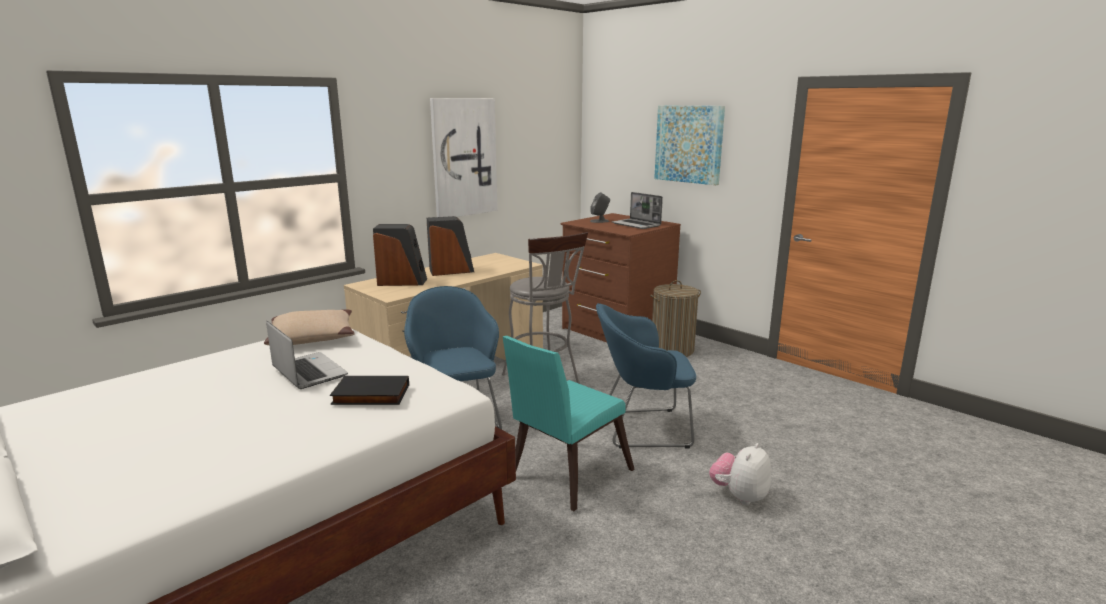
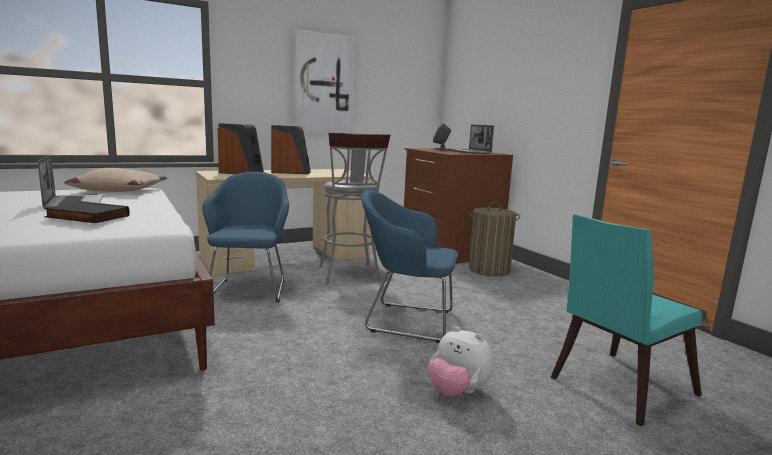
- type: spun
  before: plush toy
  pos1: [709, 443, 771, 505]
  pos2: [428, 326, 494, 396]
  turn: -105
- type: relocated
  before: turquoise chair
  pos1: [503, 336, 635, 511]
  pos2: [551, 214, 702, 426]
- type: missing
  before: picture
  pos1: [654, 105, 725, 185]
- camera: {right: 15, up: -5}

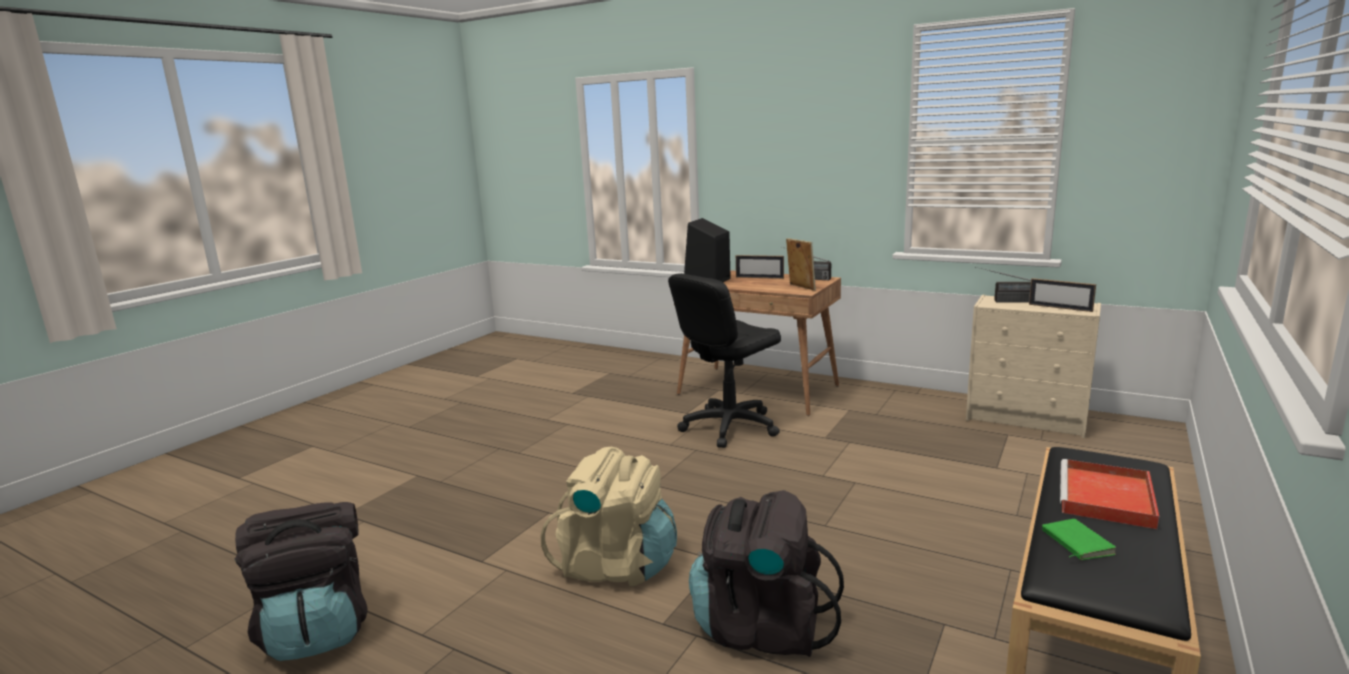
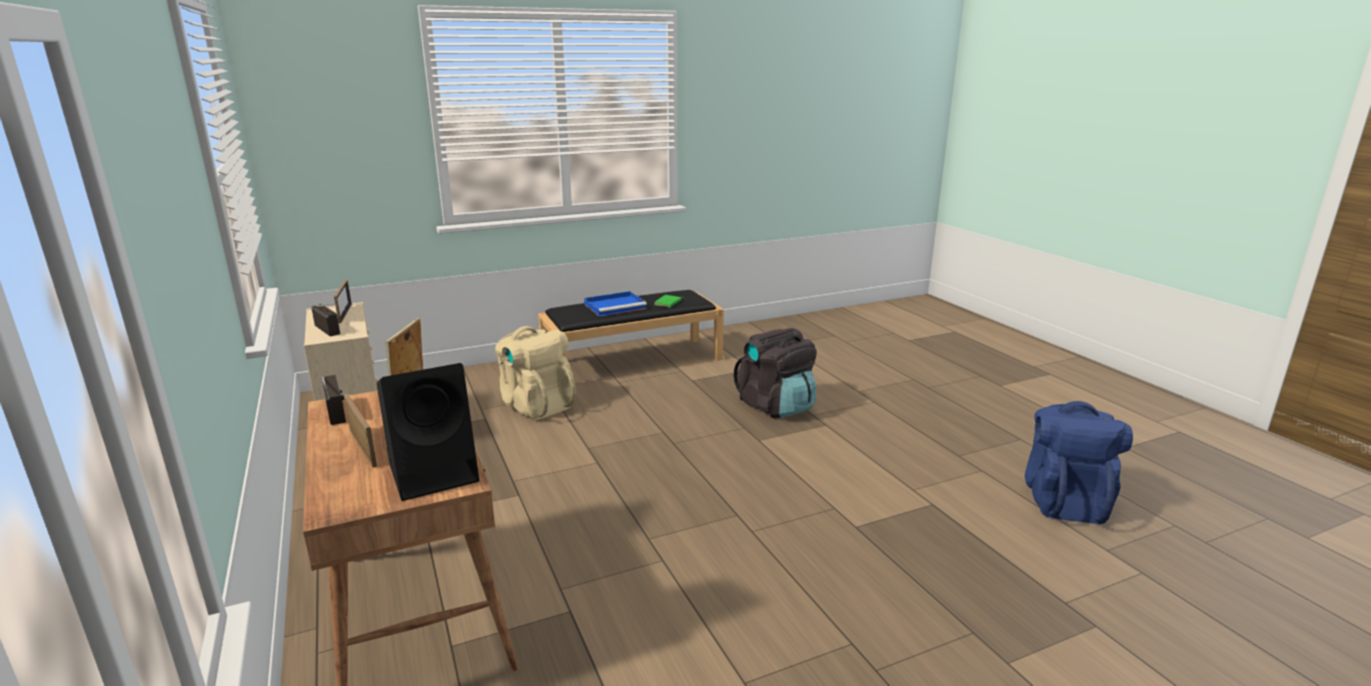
- type: relocated
  before: beige backpack
  pos1: [540, 447, 677, 586]
  pos2: [495, 326, 576, 420]
- type: colour
  before: red tray
  after: blue tray
  pos1: [1060, 459, 1159, 529]
  pos2: [584, 291, 647, 316]
- type: colour
  before: black backpack
  after: blue backpack
  pos1: [235, 502, 367, 661]
  pos2: [1025, 401, 1133, 524]
- type: missing
  before: black office chair
  pos1: [668, 273, 781, 448]
- camera: {right: -145, up: 5}

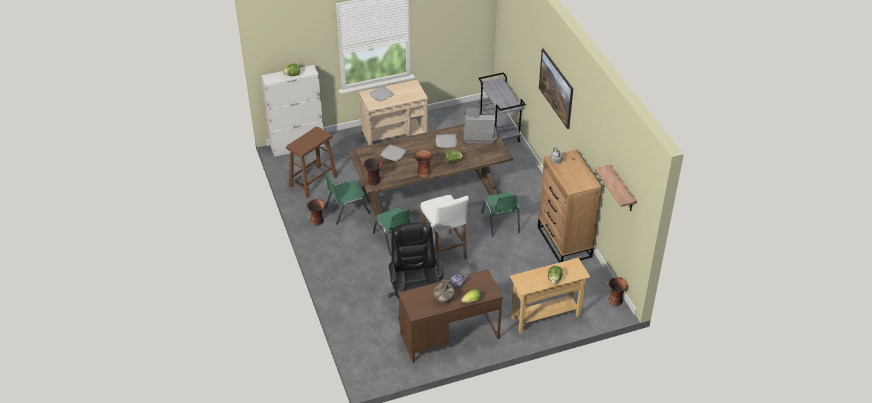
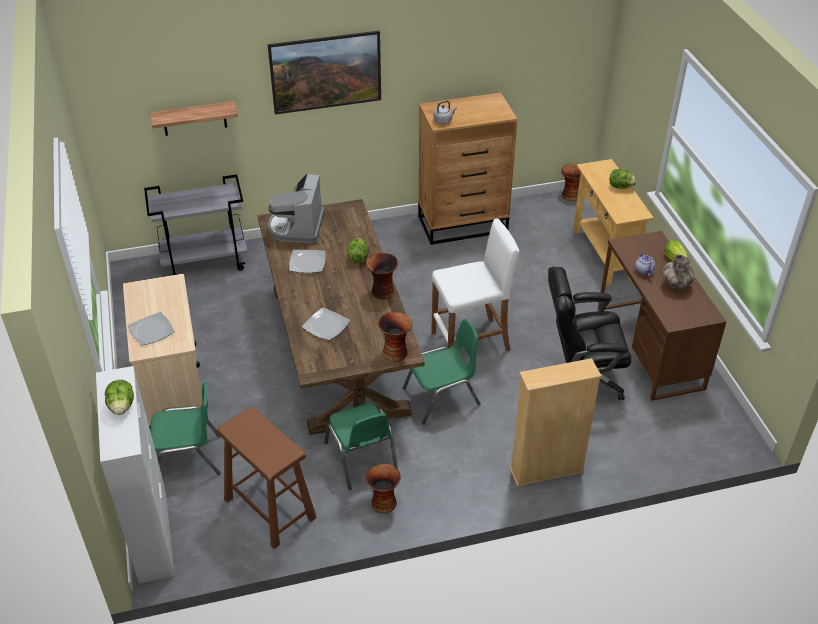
- type: relocated
  before: shelf
  pos1: [595, 164, 637, 211]
  pos2: [150, 101, 238, 136]
- type: relocated
  before: green chair
  pos1: [482, 193, 520, 237]
  pos2: [150, 382, 221, 475]
- type: appeared
  after: beige bookcase
  pos2: [510, 358, 602, 487]
- camera: {right: -85, up: 0}

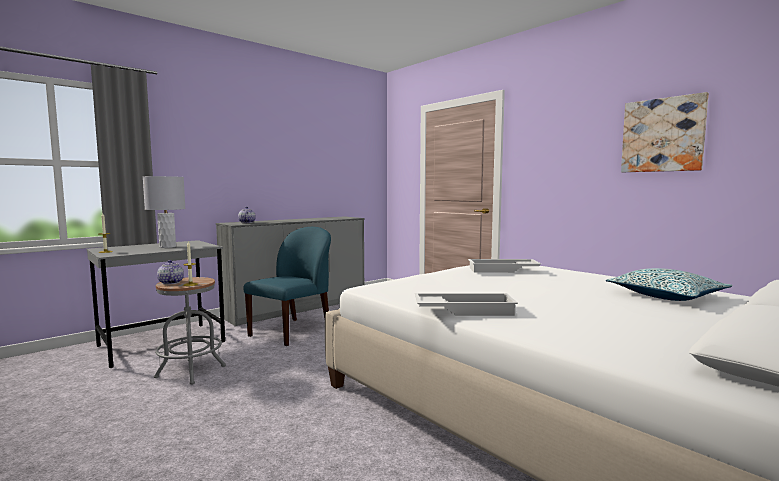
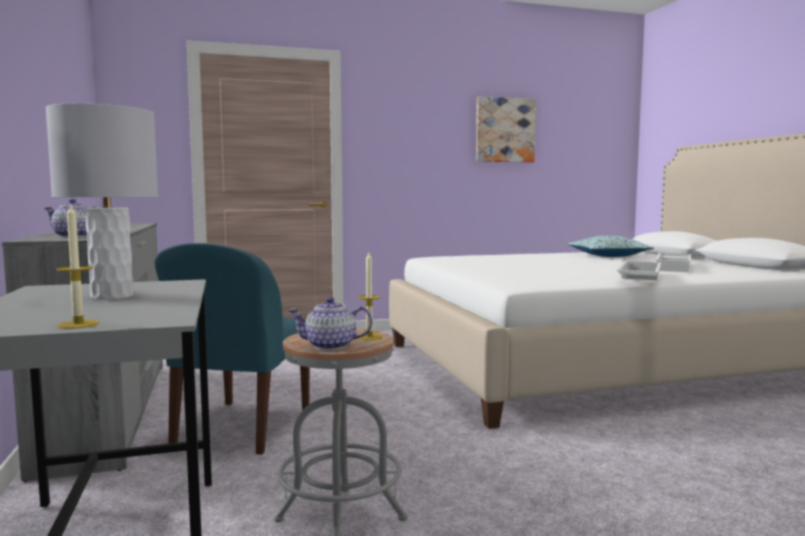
- type: spun
  before: blue chair
  pos1: [243, 227, 331, 346]
  pos2: [155, 243, 310, 455]
  turn: -135
- type: relocated
  before: white tray
  pos1: [468, 259, 541, 273]
  pos2: [654, 253, 692, 272]
- camera: {right: -65, up: 0}

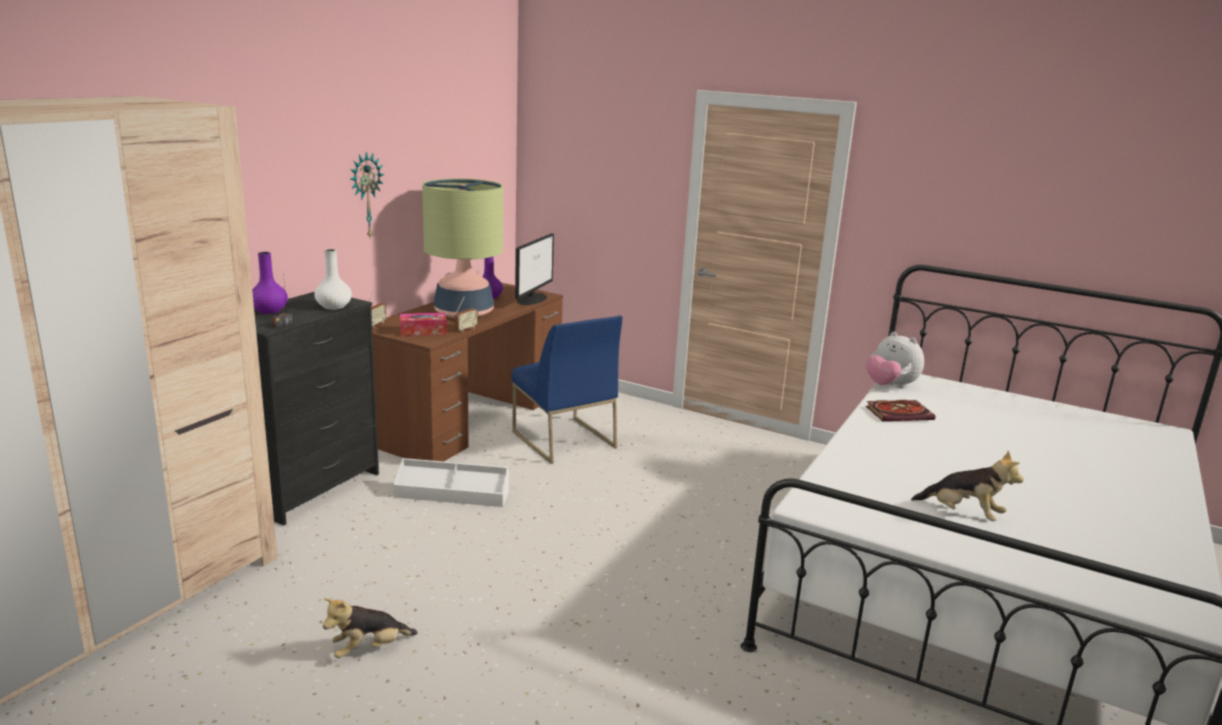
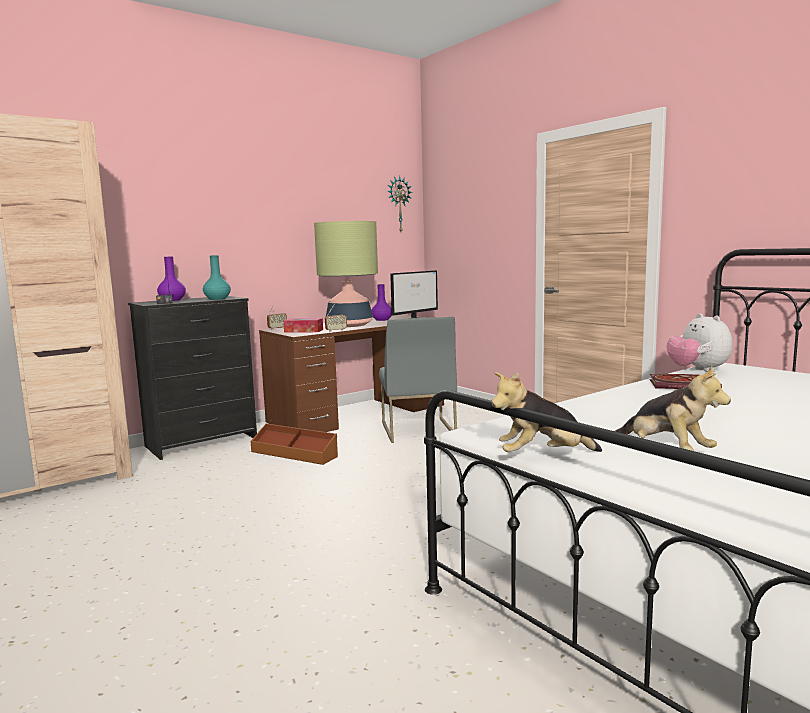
- type: colour
  before: white vase
  after: turquoise vase
  pos1: [314, 249, 352, 310]
  pos2: [203, 255, 231, 300]
- type: colour
  before: white storage box
  after: brown storage box
  pos1: [393, 458, 509, 507]
  pos2: [251, 423, 338, 465]
- type: colour
  before: blue chair
  after: grey chair
  pos1: [511, 316, 623, 464]
  pos2: [379, 317, 457, 443]
- type: relocated
  before: wall clock
  pos1: [350, 152, 384, 238]
  pos2: [387, 176, 412, 232]
- type: relocated
  before: plush toy
  pos1: [323, 598, 418, 658]
  pos2: [491, 372, 602, 452]
- camera: {right: 25, up: -10}

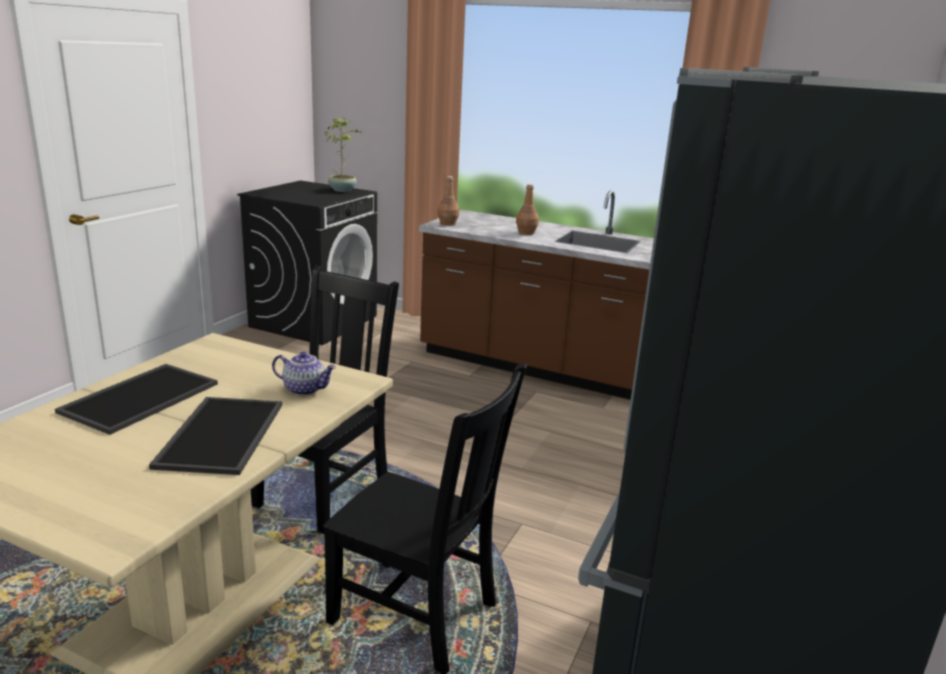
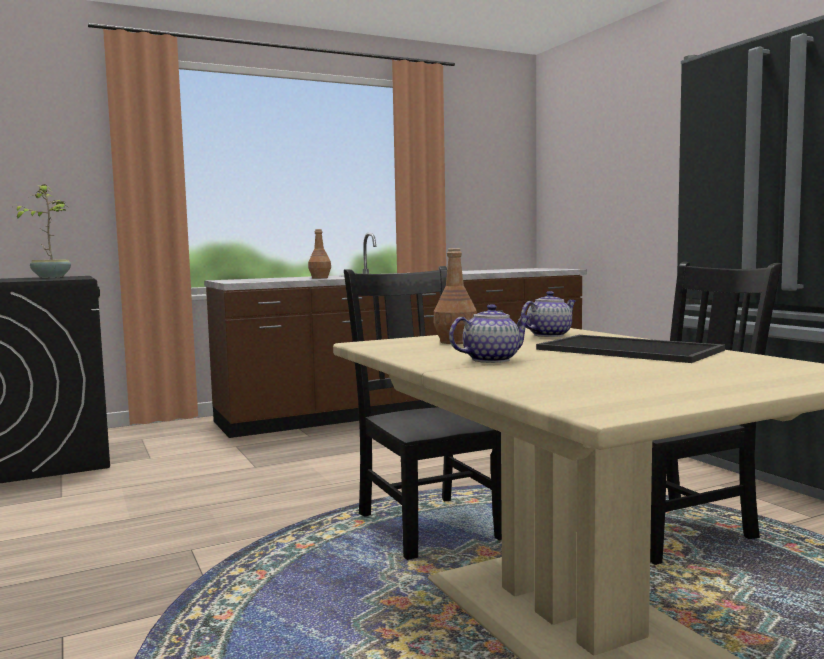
- type: relocated
  before: brown bottle
  pos1: [437, 176, 459, 226]
  pos2: [433, 248, 477, 344]
- type: exchanged
  before: tray
  after: teapot
  pos1: [55, 364, 218, 435]
  pos2: [449, 304, 531, 363]
- camera: {right: -50, up: -15}

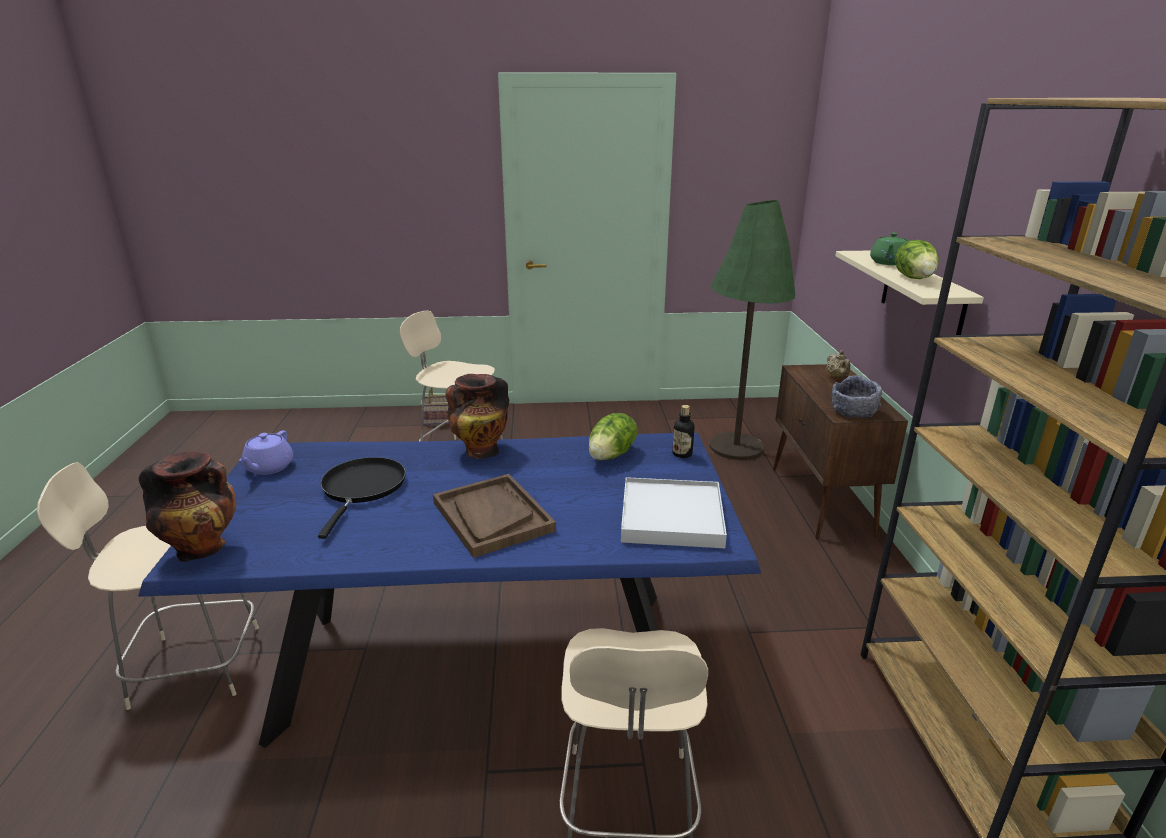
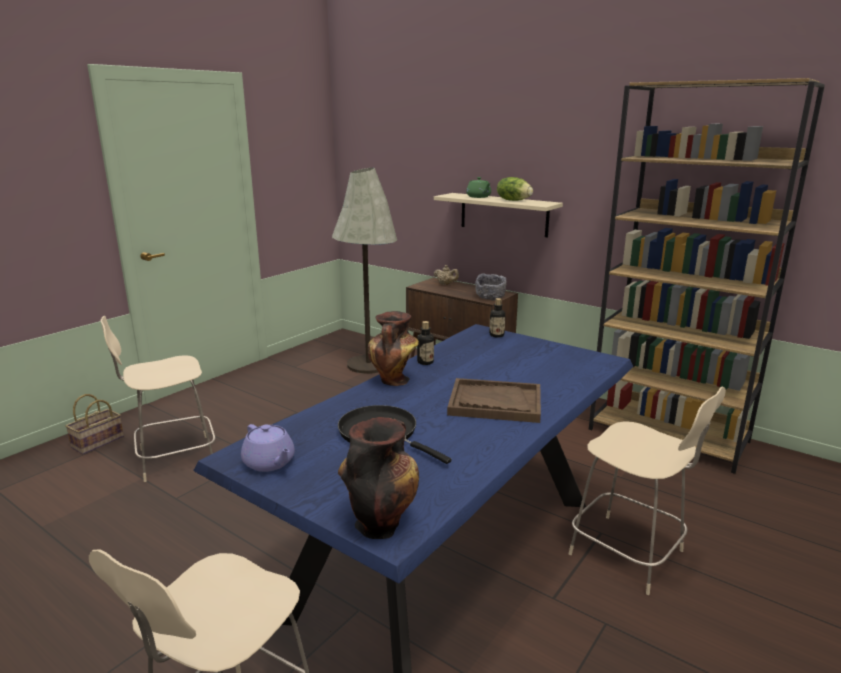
- type: colour
  before: green floor lamp
  after: grey floor lamp
  pos1: [709, 200, 795, 460]
  pos2: [332, 168, 397, 374]
- type: appeared
  after: bottle
  pos2: [417, 321, 434, 365]
- type: missing
  before: lettuce
  pos1: [589, 413, 638, 460]
- type: missing
  before: white tray
  pos1: [621, 477, 727, 548]
- camera: {right: -50, up: -5}

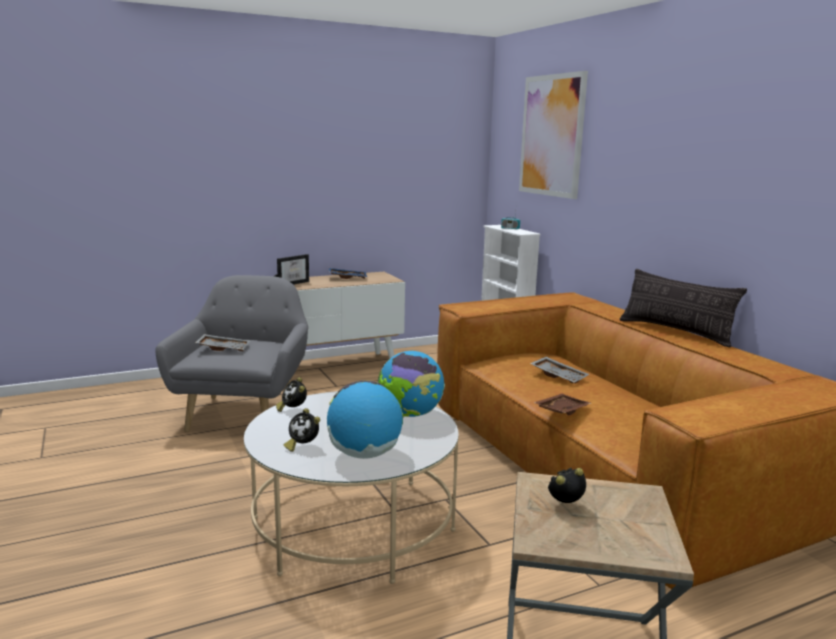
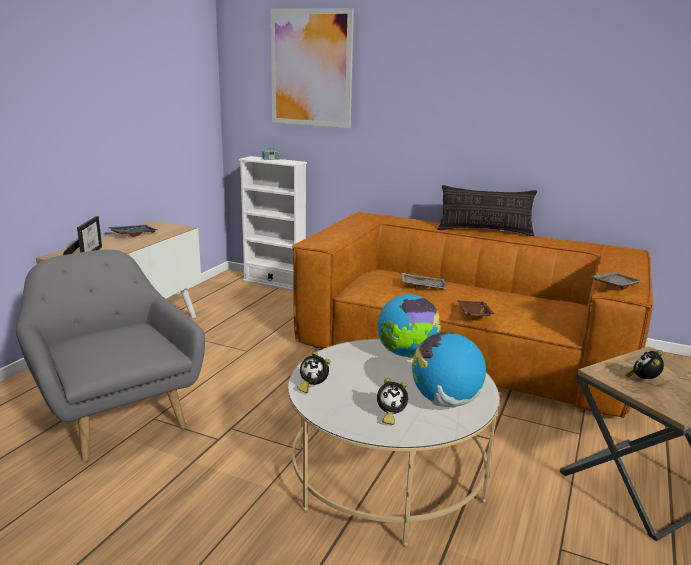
- type: relocated
  before: grey tray
  pos1: [195, 334, 250, 351]
  pos2: [591, 272, 643, 290]
- camera: {right: -40, up: 5}

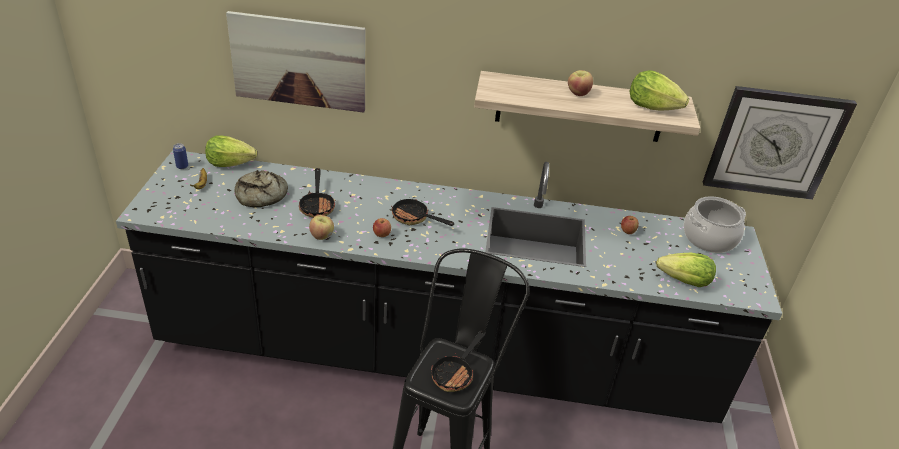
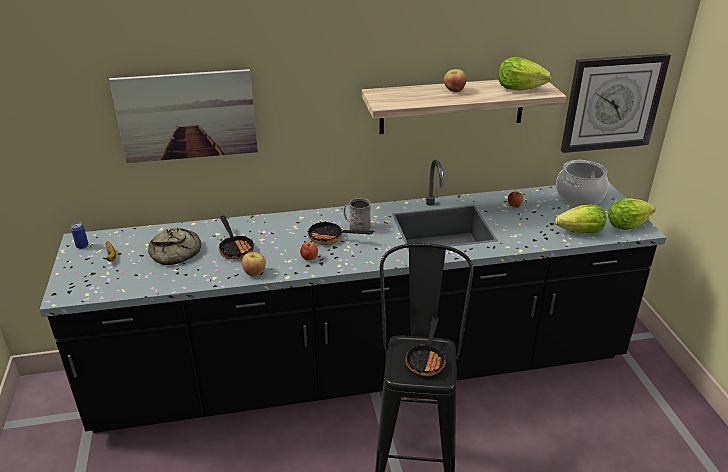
- type: appeared
  after: grey mug
  pos2: [344, 198, 371, 230]
- type: relocated
  before: lettuce
  pos1: [205, 135, 257, 167]
  pos2: [608, 198, 655, 230]
- camera: {right: -15, up: -5}

